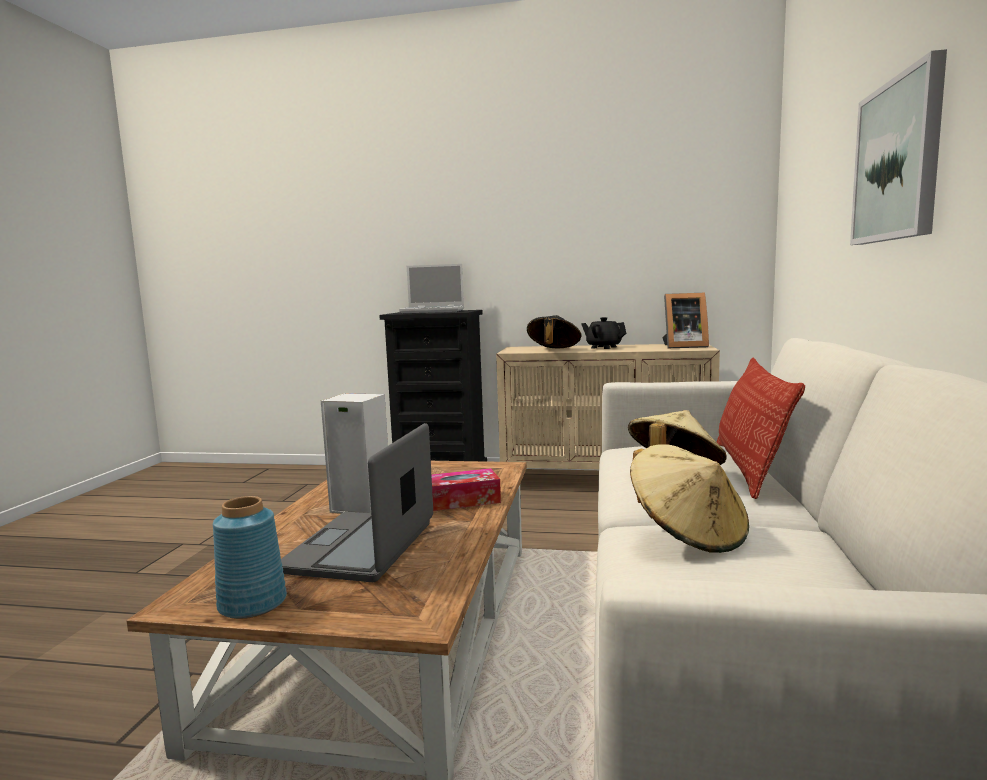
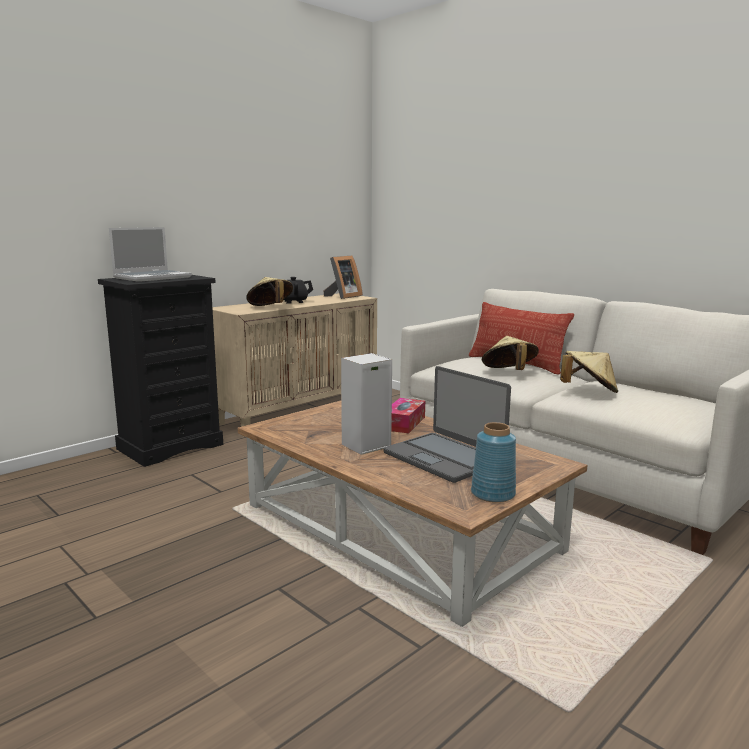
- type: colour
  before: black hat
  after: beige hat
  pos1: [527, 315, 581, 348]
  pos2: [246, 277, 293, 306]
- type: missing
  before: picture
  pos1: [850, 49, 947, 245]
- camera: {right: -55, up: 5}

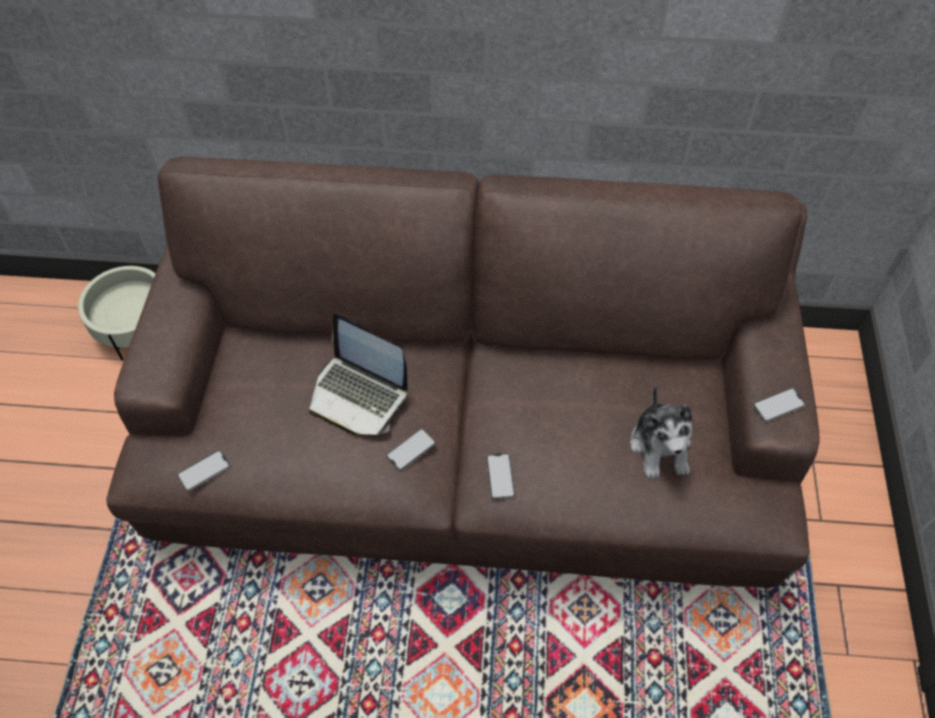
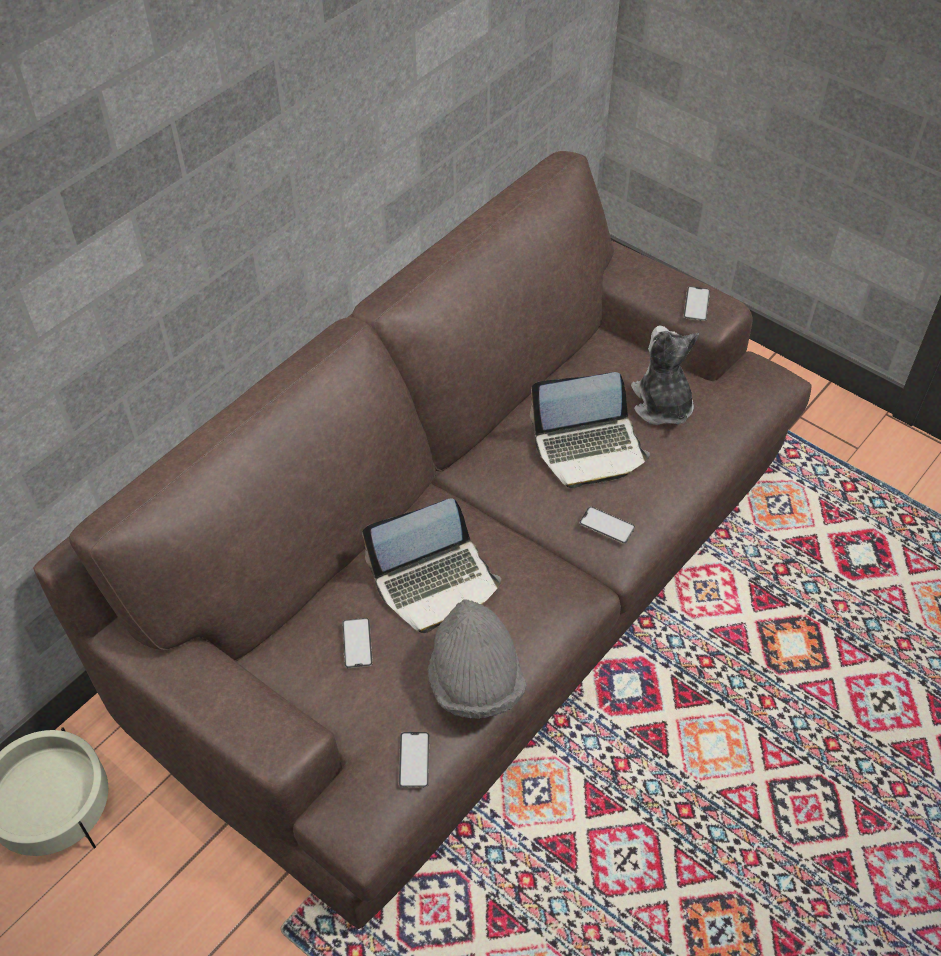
- type: relocated
  before: phone
  pos1: [386, 428, 436, 471]
  pos2: [342, 618, 373, 668]
- type: appeared
  after: grey hat
  pos2: [428, 599, 527, 719]
- type: appeared
  after: laptop
  pos2: [530, 372, 650, 488]
- type: spun
  before: plush toy
  pos1: [630, 385, 692, 479]
  pos2: [631, 326, 699, 425]
  turn: -135
- camera: {right: -55, up: -5}

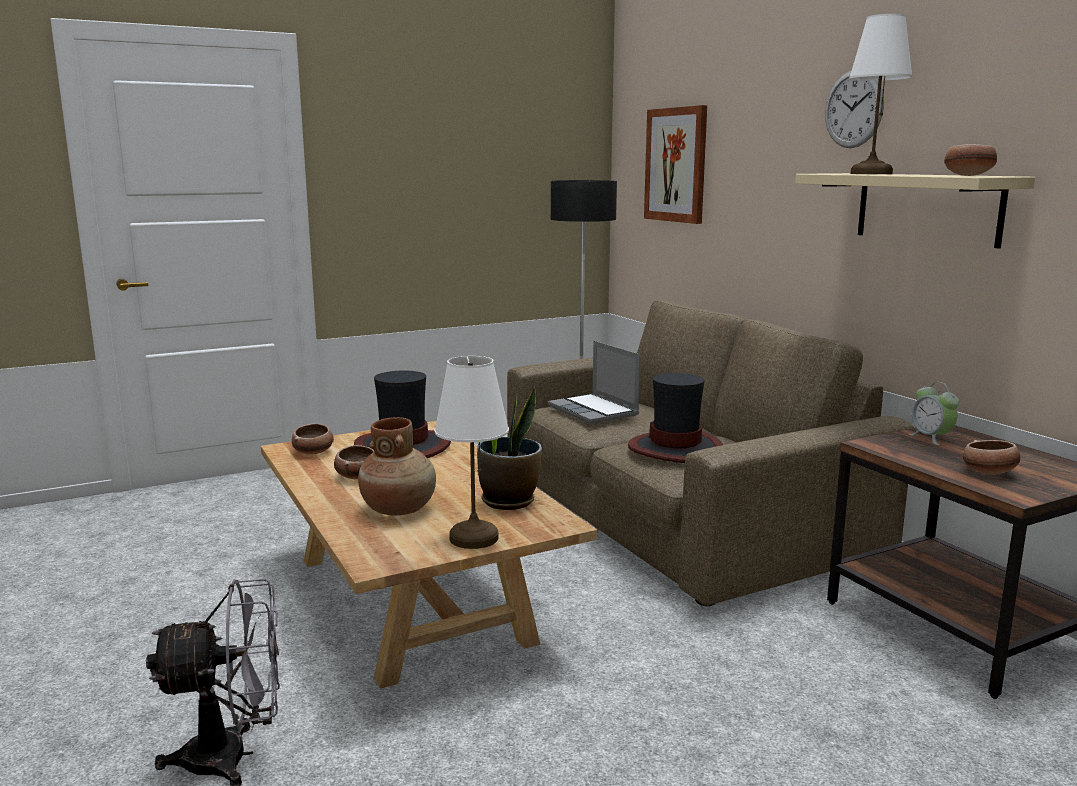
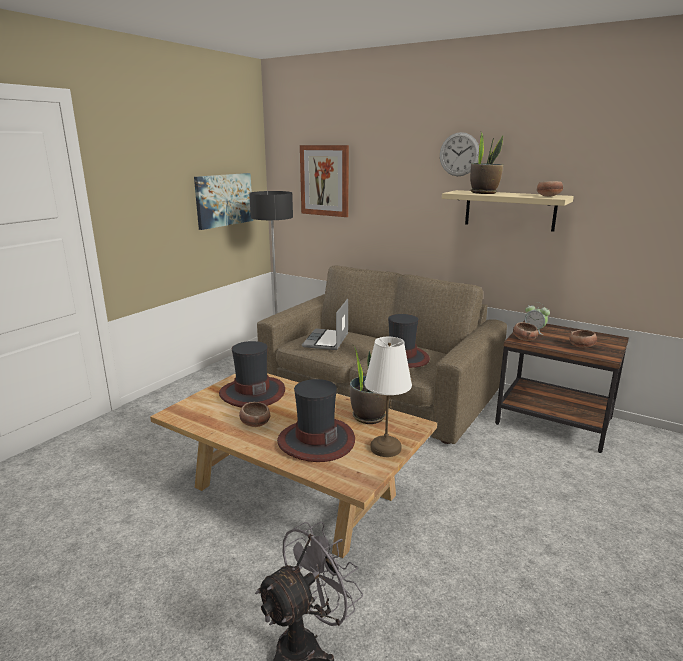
- type: appeared
  after: picture
  pos2: [194, 173, 253, 230]
- type: exchanged
  before: brown vase
  after: hat
  pos1: [358, 417, 436, 516]
  pos2: [277, 379, 355, 462]
- type: spun
  before: laptop
  pos1: [548, 341, 640, 424]
  pos2: [302, 299, 348, 350]
  turn: 75
- type: exchanged
  before: white table lamp
  after: potted plant
  pos1: [849, 14, 912, 174]
  pos2: [470, 132, 503, 194]
- type: relocated
  before: bowl
  pos1: [292, 423, 334, 455]
  pos2: [513, 322, 538, 341]
- camera: {right: -30, up: 5}

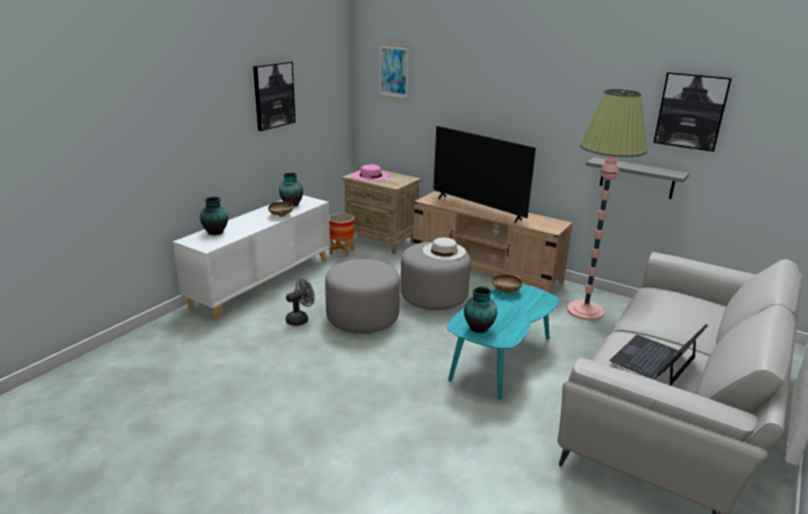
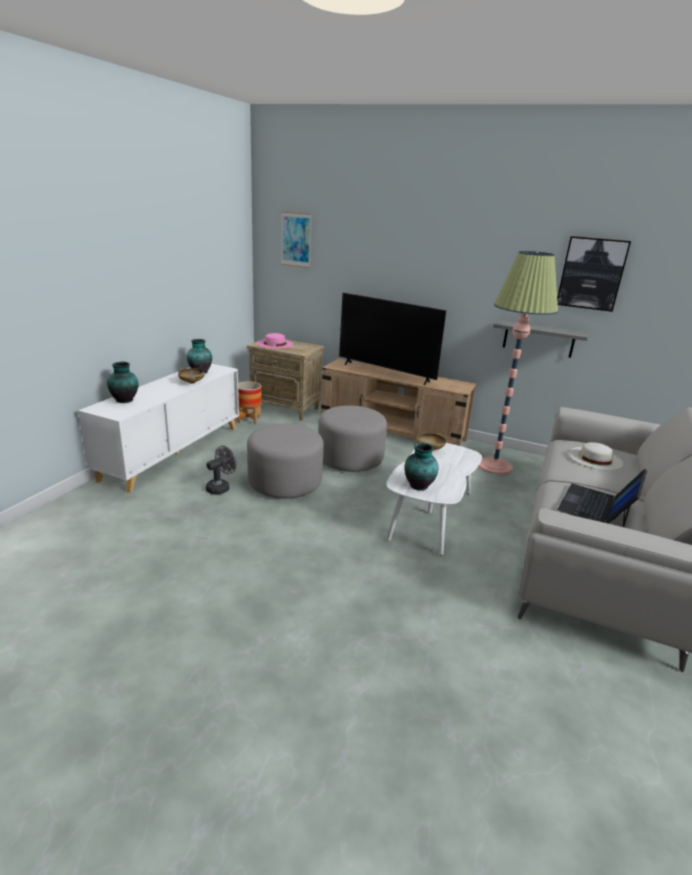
- type: colour
  before: turquoise coffee table
  after: white coffee table
  pos1: [447, 284, 559, 399]
  pos2: [386, 443, 482, 555]
- type: relocated
  before: white hat
  pos1: [423, 238, 466, 260]
  pos2: [569, 442, 623, 470]
- type: missing
  before: picture
  pos1: [253, 61, 296, 131]
- camera: {right: -10, up: 0}

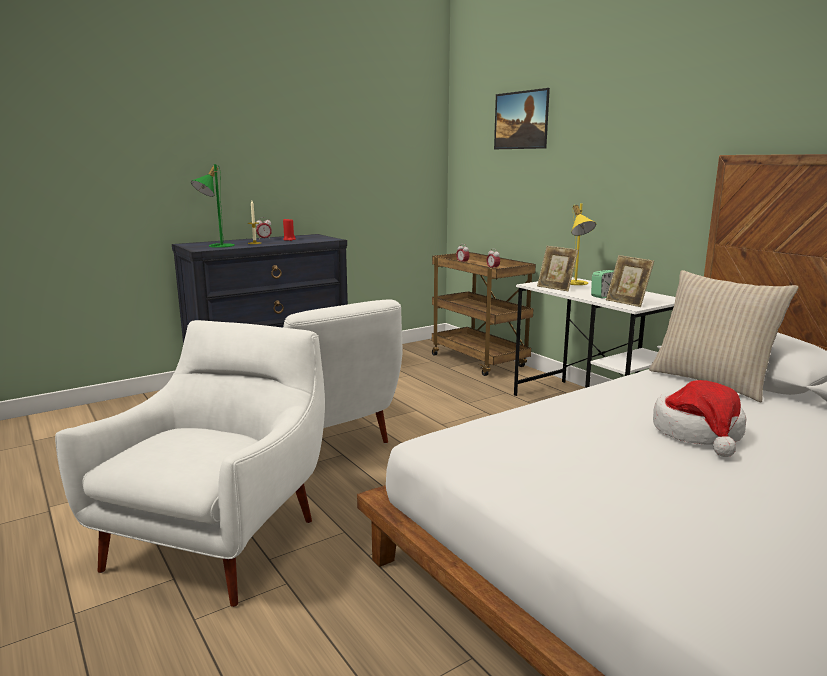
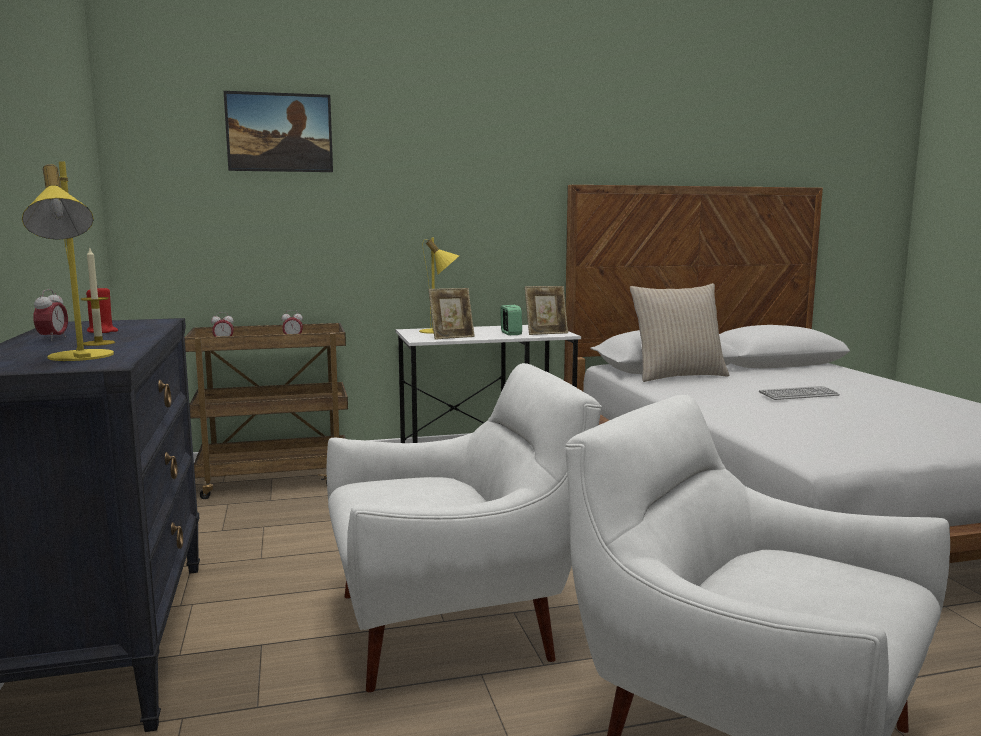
- type: colour
  before: green table lamp
  after: yellow table lamp
  pos1: [191, 164, 235, 248]
  pos2: [22, 161, 114, 361]
- type: exchanged
  before: hat
  after: keyboard
  pos1: [653, 380, 746, 457]
  pos2: [759, 386, 840, 400]
- camera: {right: -70, up: -5}

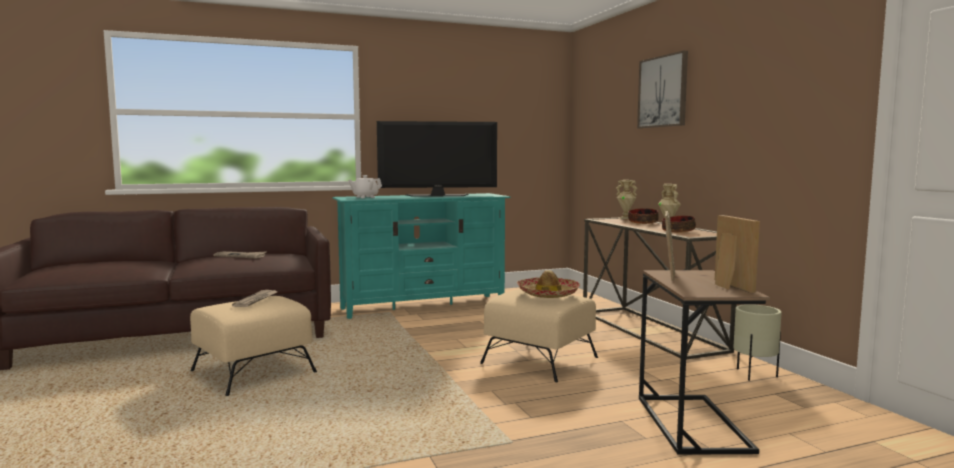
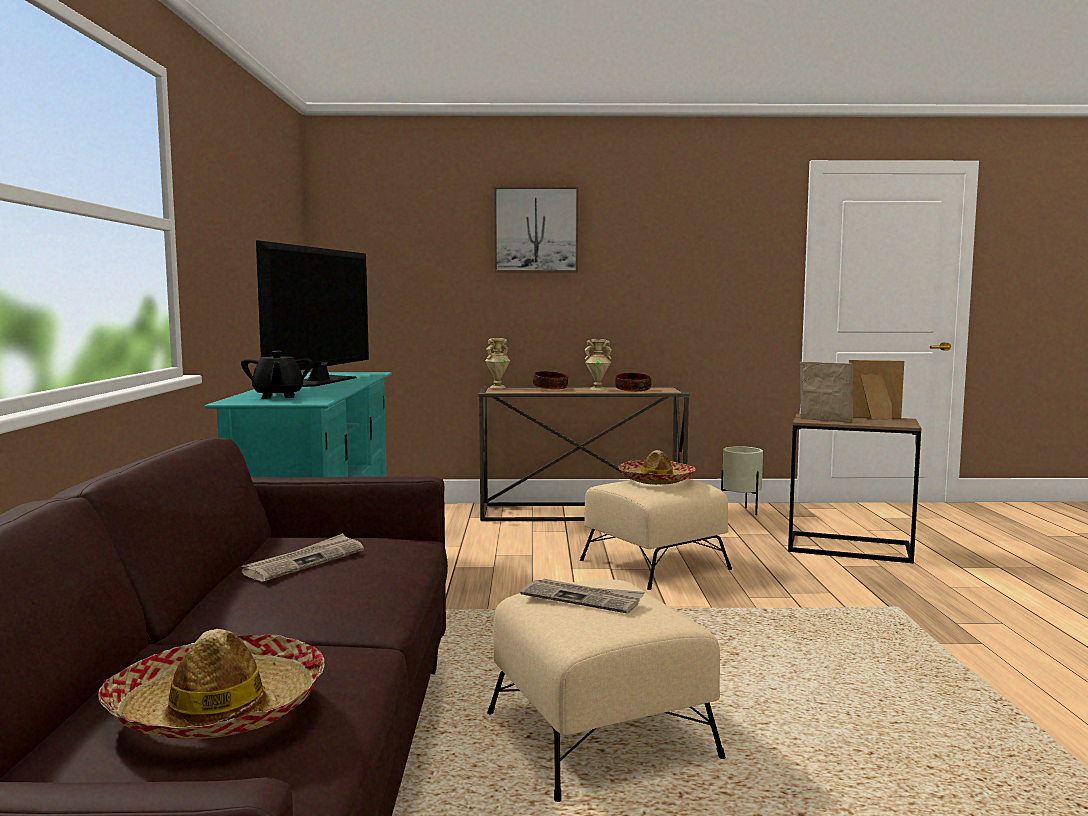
- type: appeared
  after: hat
  pos2: [98, 629, 325, 740]
- type: colour
  before: white teapot
  after: black teapot
  pos1: [348, 175, 382, 198]
  pos2: [241, 351, 313, 399]
- camera: {right: -70, up: 0}

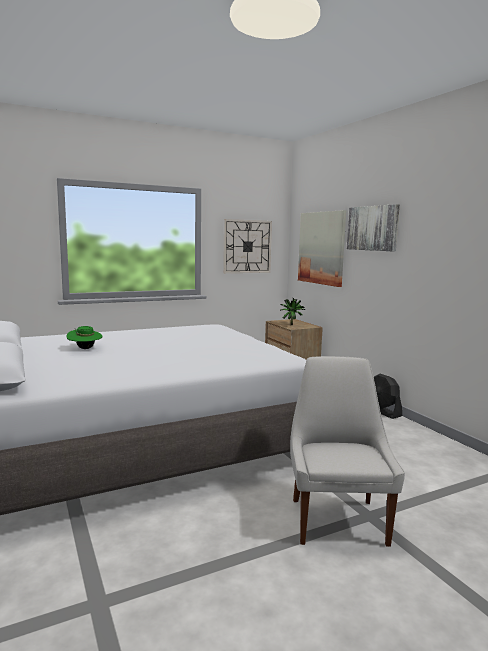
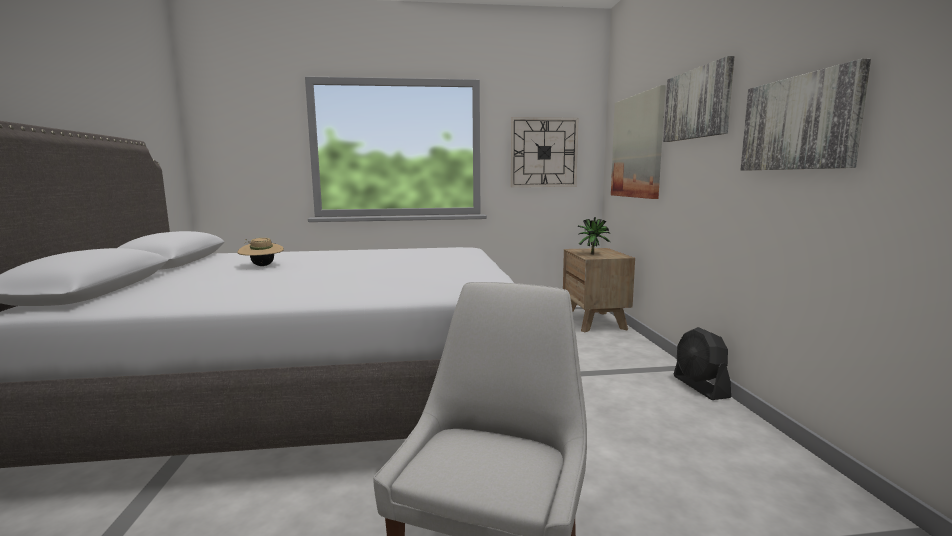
- type: colour
  before: green hat
  after: beige hat
  pos1: [66, 326, 103, 349]
  pos2: [237, 238, 284, 266]
- type: appeared
  after: picture
  pos2: [740, 59, 871, 171]
- camera: {right: 20, up: 0}

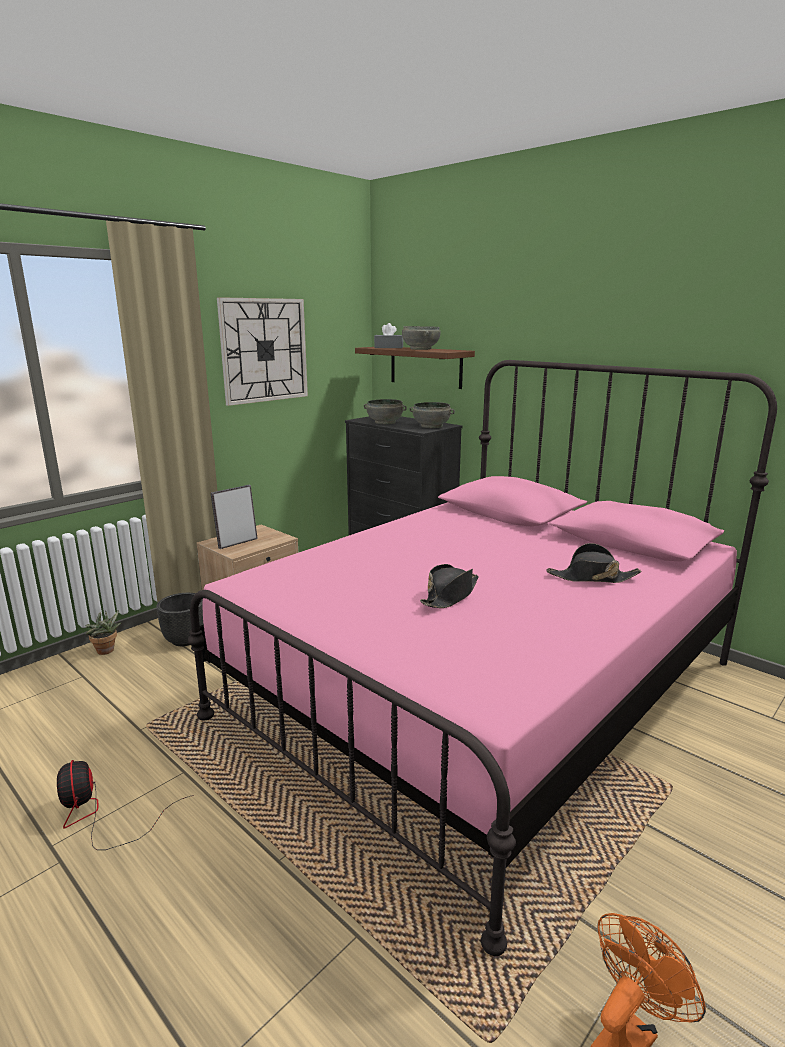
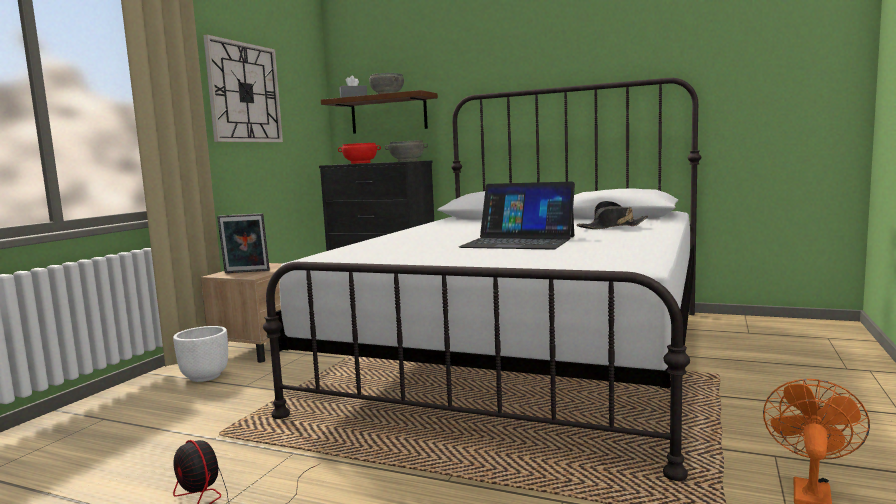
- type: colour
  before: black planter
  after: white planter
  pos1: [156, 593, 204, 646]
  pos2: [173, 326, 228, 382]
- type: spun
  before: picture frame
  pos1: [210, 485, 258, 549]
  pos2: [217, 213, 270, 273]
  turn: -120
- type: colour
  before: pink bed
  after: white bed
  pos1: [188, 360, 777, 956]
  pos2: [263, 78, 701, 481]
- type: colour
  before: grey bowl
  after: red bowl
  pos1: [364, 399, 407, 424]
  pos2: [338, 143, 381, 164]
- type: exchanged
  before: black hat
  after: laptop
  pos1: [420, 564, 479, 608]
  pos2: [459, 182, 575, 250]
- type: missing
  before: potted plant
  pos1: [85, 610, 122, 655]
- camera: {right: -20, up: -10}

